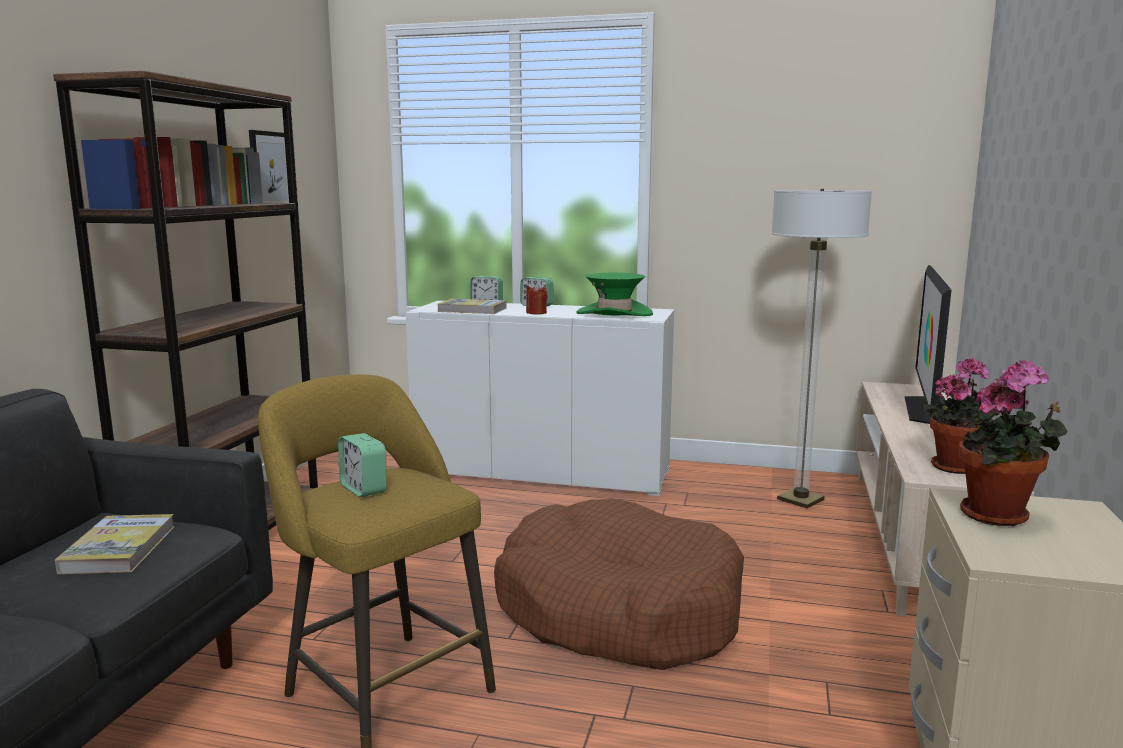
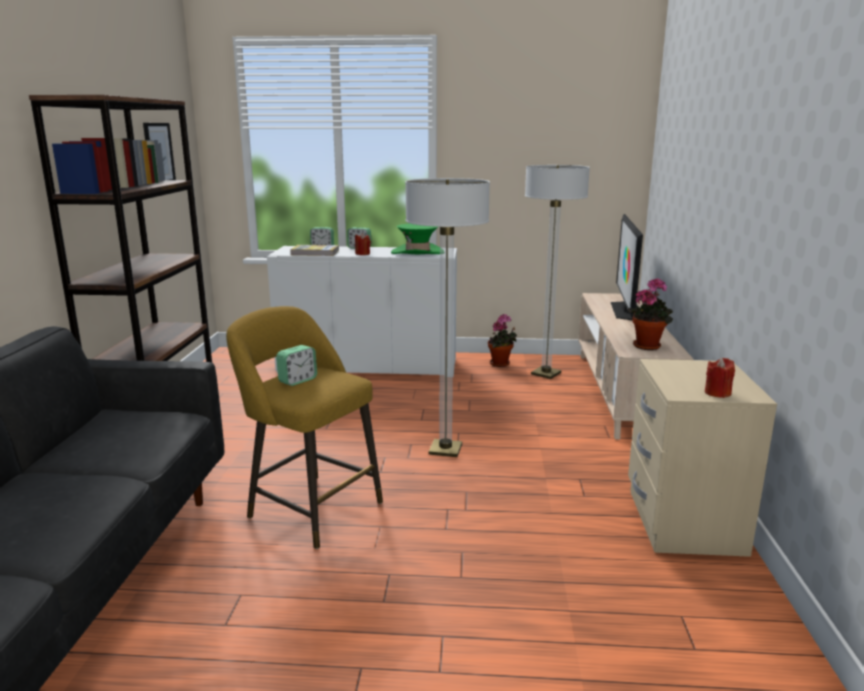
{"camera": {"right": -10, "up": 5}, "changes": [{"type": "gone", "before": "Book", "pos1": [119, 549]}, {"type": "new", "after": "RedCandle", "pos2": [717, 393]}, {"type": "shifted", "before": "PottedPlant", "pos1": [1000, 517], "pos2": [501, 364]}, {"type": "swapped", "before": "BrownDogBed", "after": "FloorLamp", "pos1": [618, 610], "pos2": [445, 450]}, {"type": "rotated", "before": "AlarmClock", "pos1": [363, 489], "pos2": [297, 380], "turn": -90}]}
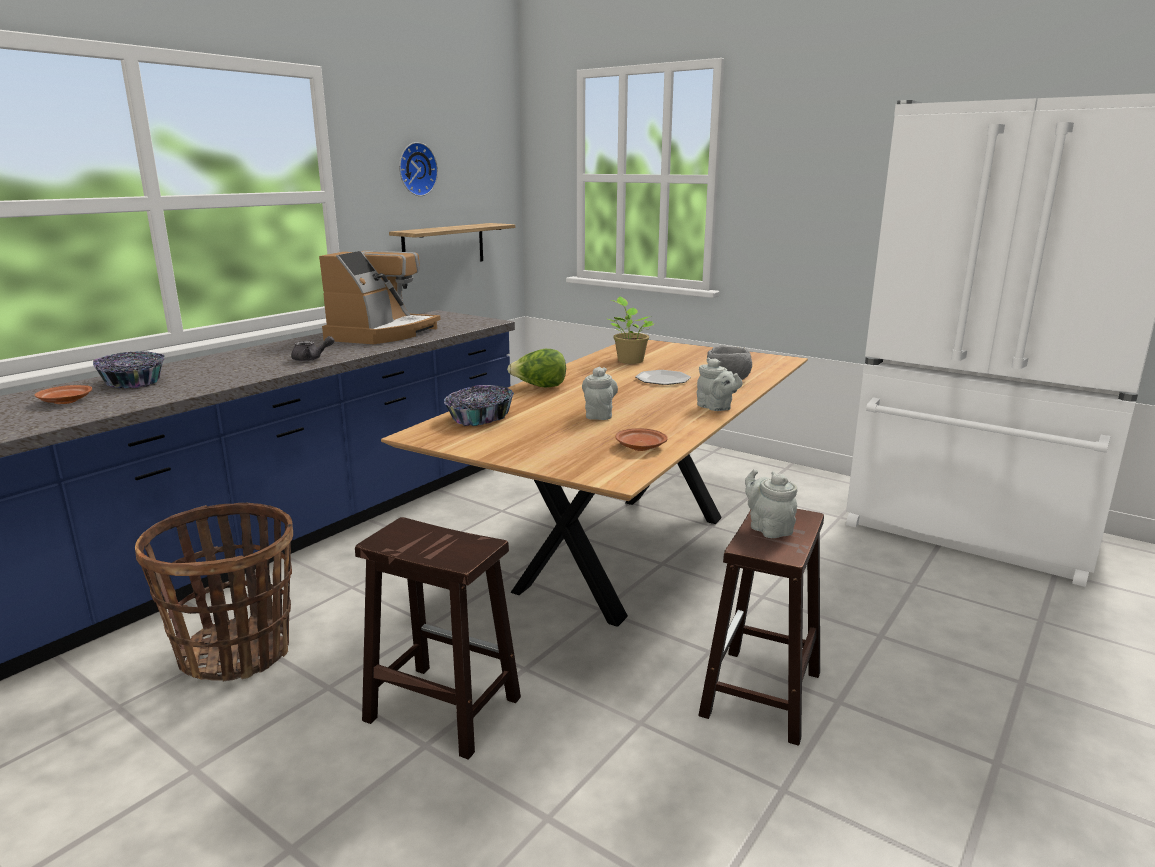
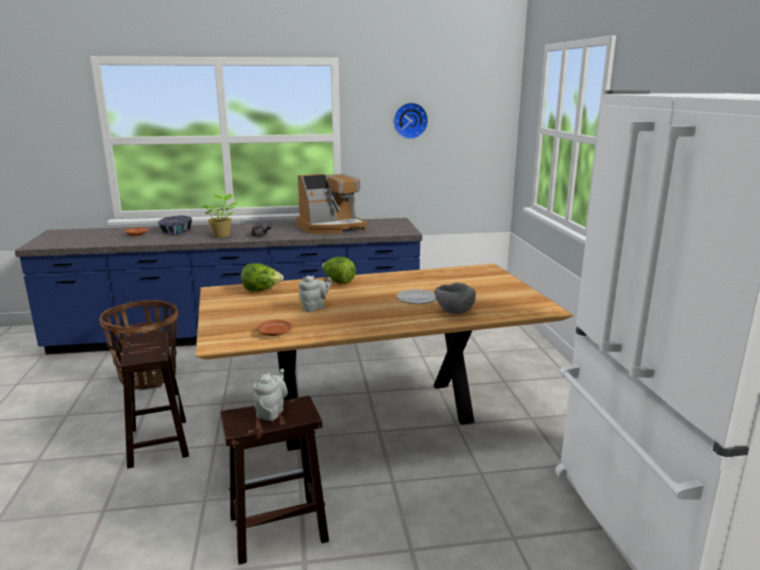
{"camera": {"right": 45, "up": 0}, "changes": [{"type": "gone", "before": "Shelf", "pos1": [444, 246]}, {"type": "gone", "before": "GreyTeapot", "pos1": [716, 408]}, {"type": "shifted", "before": "PottedPlant", "pos1": [629, 360], "pos2": [222, 235]}, {"type": "swapped", "before": "Bowl", "after": "Lettuce", "pos1": [479, 418], "pos2": [261, 290]}]}
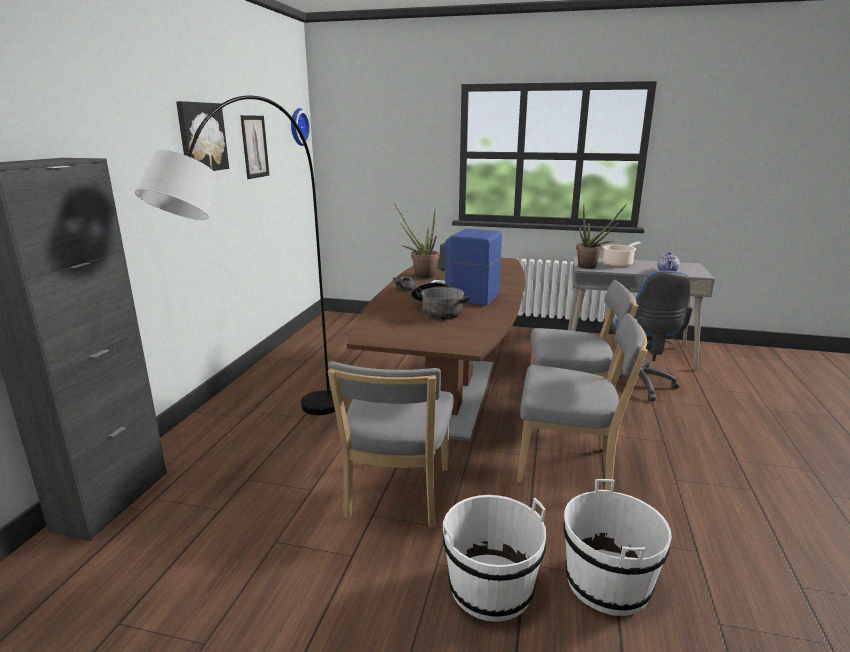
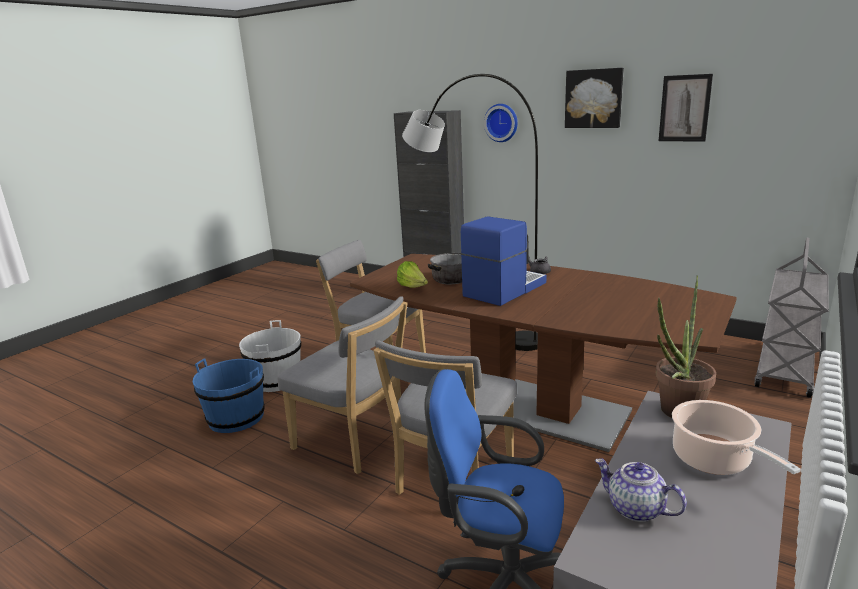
{"camera": {"right": 110, "up": 0}, "changes": [{"type": "gone", "before": "PottedPlant", "pos1": [420, 275]}, {"type": "new", "after": "Lettuce", "pos2": [413, 288]}, {"type": "new", "after": "GreyCart", "pos2": [785, 369]}, {"type": "shifted", "before": "WallClock", "pos1": [297, 127], "pos2": [502, 122]}, {"type": "repainted", "before": "WhiteBucket", "after": "BlueBucket", "pos1": [607, 582], "pos2": [236, 418]}, {"type": "rotated", "before": "GreyChair", "pos1": [569, 465], "pos2": [354, 442], "turn": -90}]}
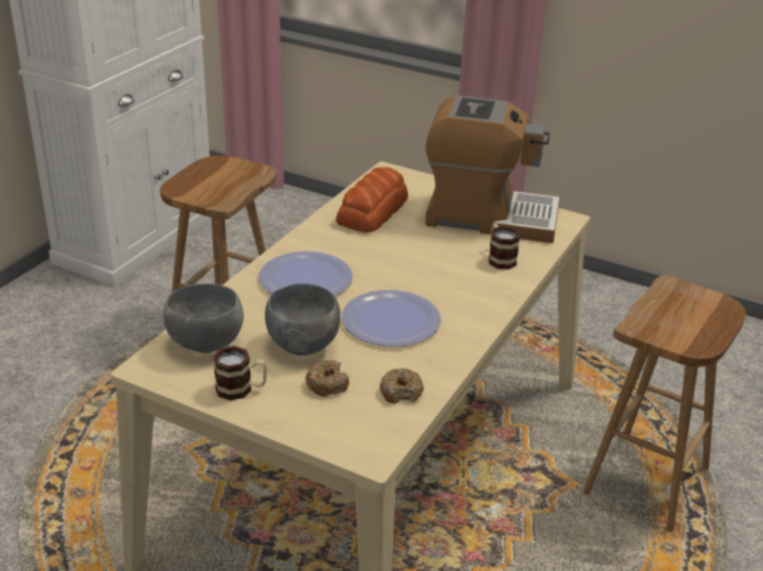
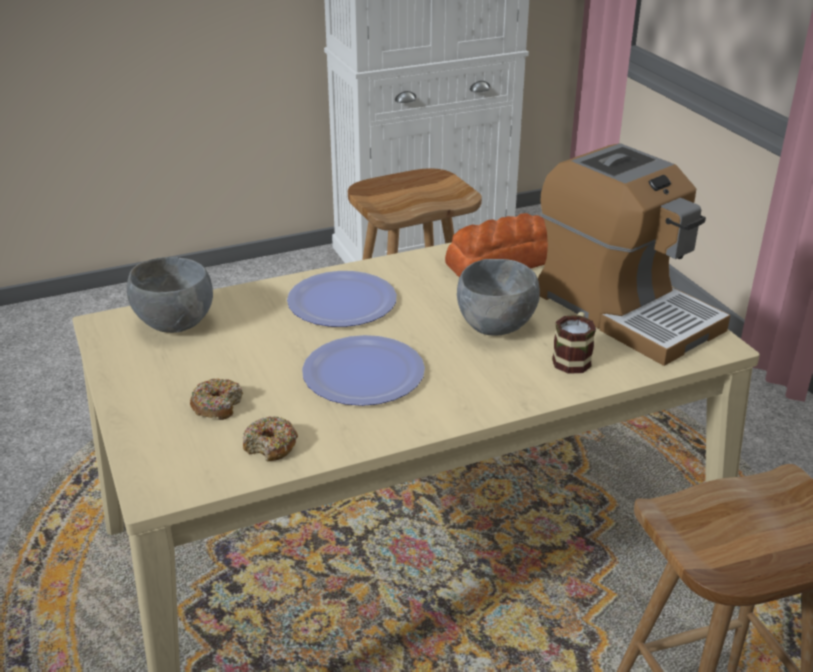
{"camera": {"right": 40, "up": 0}, "changes": [{"type": "gone", "before": "Mug", "pos1": [241, 389]}, {"type": "shifted", "before": "GreyBowl", "pos1": [303, 345], "pos2": [496, 326]}]}
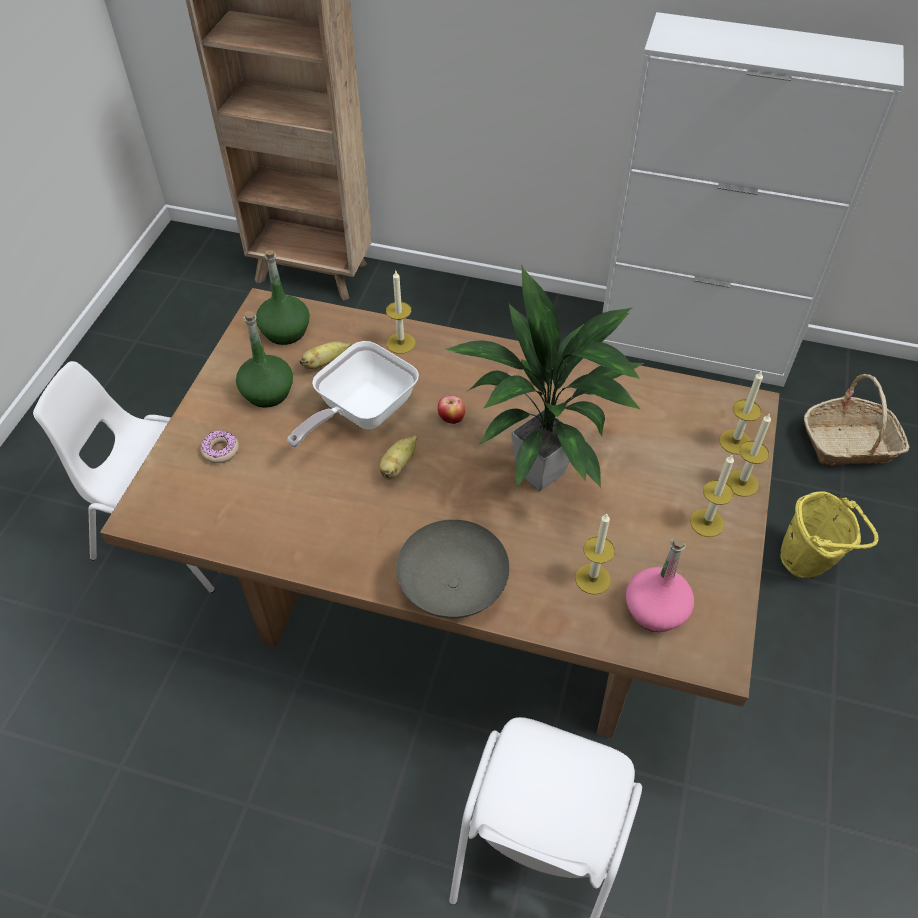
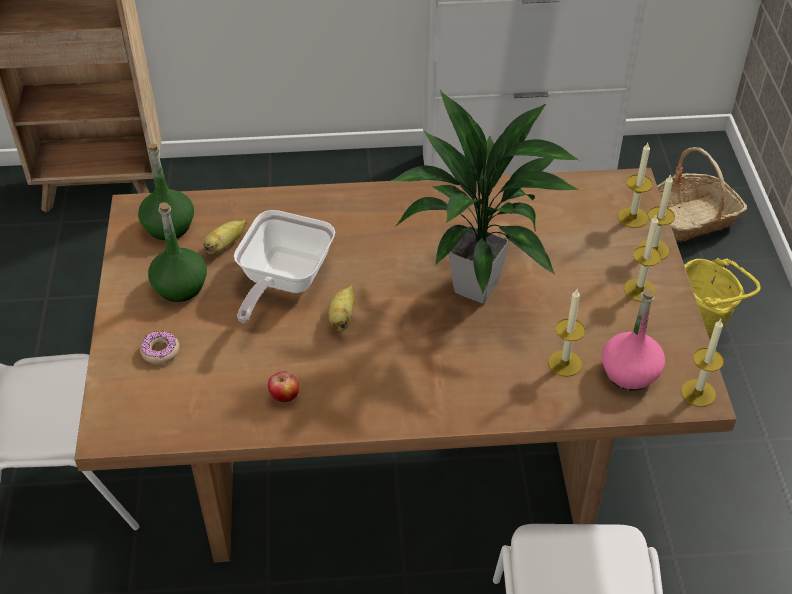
{"camera": {"right": -20, "up": -5}, "changes": [{"type": "gone", "before": "GreyBowl", "pos1": [454, 587]}, {"type": "shifted", "before": "Candle", "pos1": [401, 343], "pos2": [698, 393]}, {"type": "shifted", "before": "Apple", "pos1": [451, 419], "pos2": [284, 397]}]}
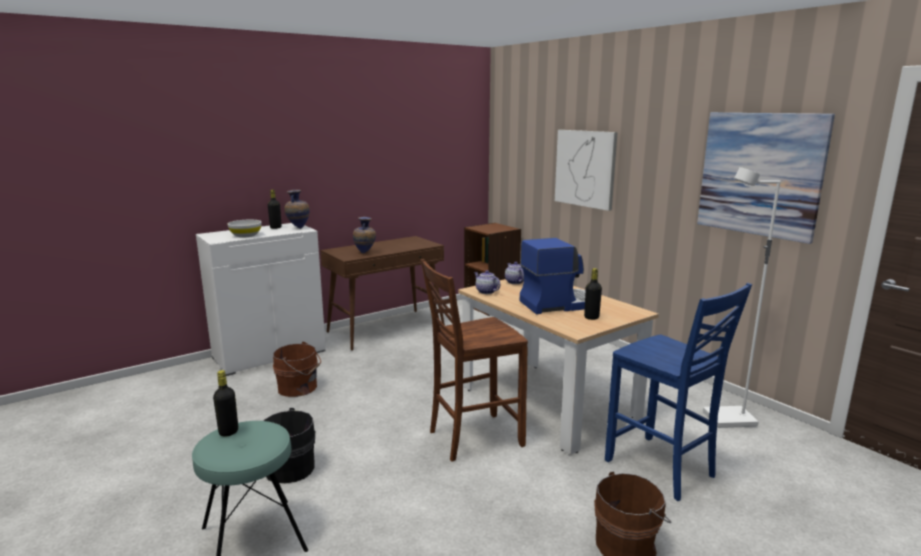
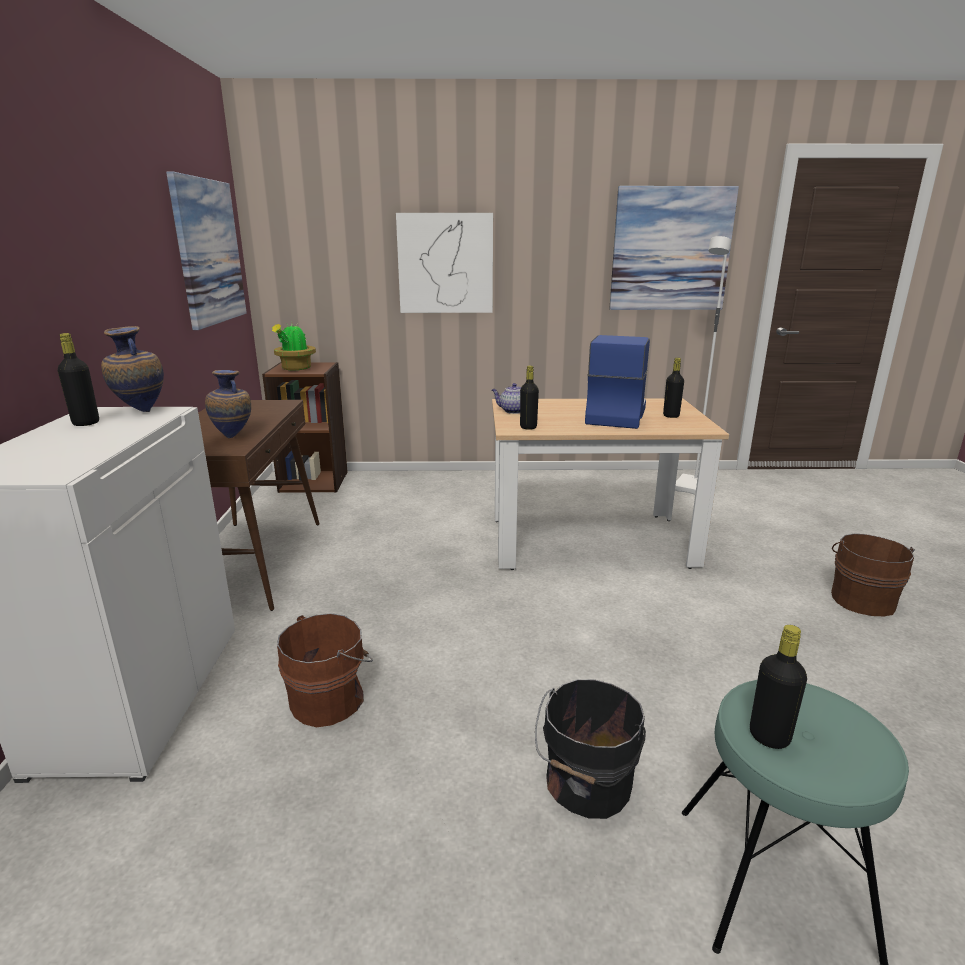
{"camera": {"right": -55, "up": 5}, "changes": [{"type": "gone", "before": "WhiteBowl", "pos1": [246, 235]}, {"type": "gone", "before": "BrownChair", "pos1": [473, 438]}, {"type": "gone", "before": "BlueChair", "pos1": [661, 469]}, {"type": "new", "after": "Picture", "pos2": [208, 252]}, {"type": "new", "after": "PottedPlant", "pos2": [295, 368]}, {"type": "swapped", "before": "Teapot", "after": "BlackBottle", "pos1": [486, 291], "pos2": [528, 427]}]}
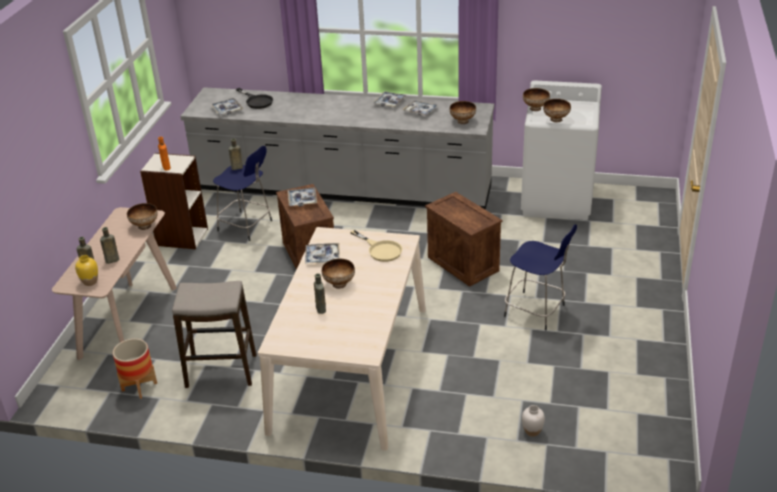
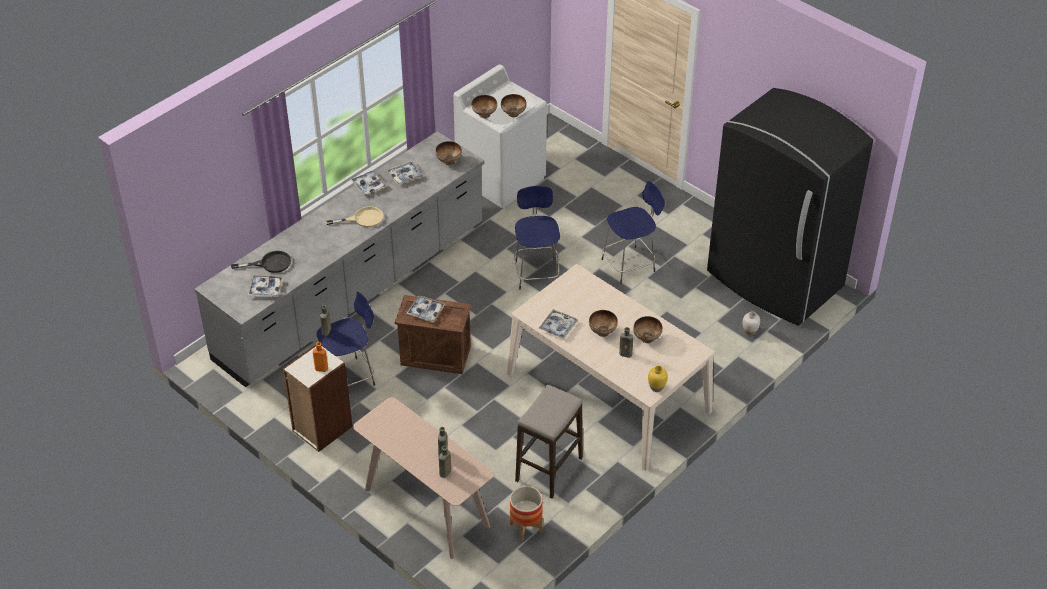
{"camera": {"right": -60, "up": 10}, "changes": [{"type": "new", "after": "BlackFridge", "pos2": [774, 281]}, {"type": "shifted", "before": "YellowVase", "pos1": [90, 282], "pos2": [657, 387]}, {"type": "shifted", "before": "Bowl", "pos1": [145, 226], "pos2": [647, 338]}, {"type": "shifted", "before": "BeigeFryingPan", "pos1": [381, 250], "pos2": [363, 219]}, {"type": "swapped", "before": "Crate", "after": "BlueStool", "pos1": [464, 264], "pos2": [537, 272]}]}
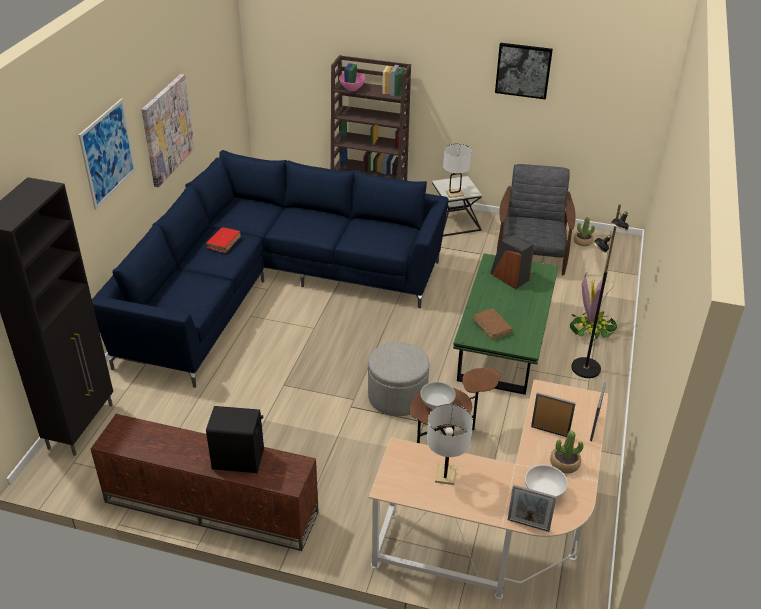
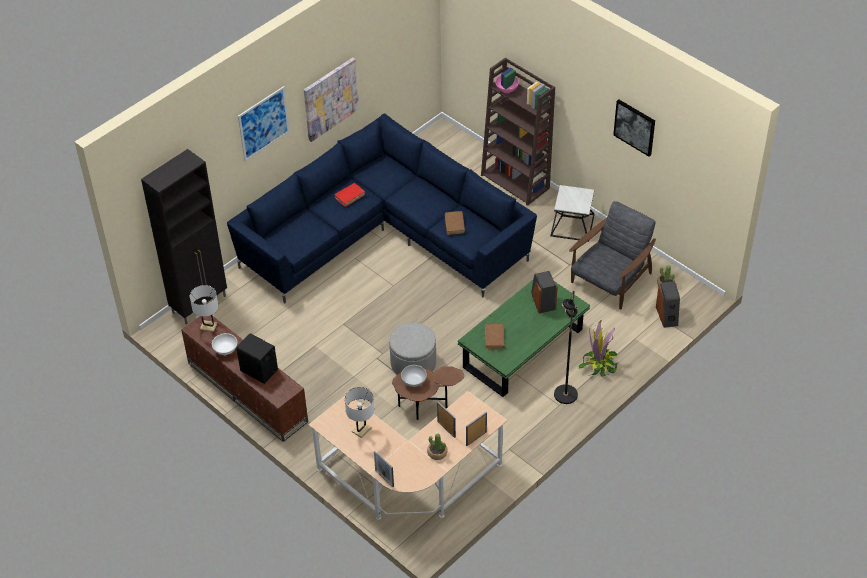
{"camera": {"right": 30, "up": 10}, "changes": [{"type": "new", "after": "BrownBook", "pos2": [454, 225]}, {"type": "new", "after": "Speaker", "pos2": [667, 315]}, {"type": "shifted", "before": "WhiteTableLamp", "pos1": [454, 194], "pos2": [208, 326]}, {"type": "shifted", "before": "WhiteBowl", "pos1": [544, 493], "pos2": [226, 350]}]}
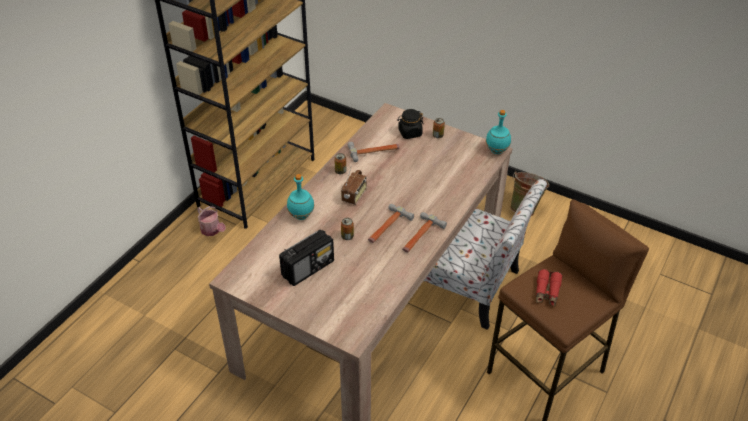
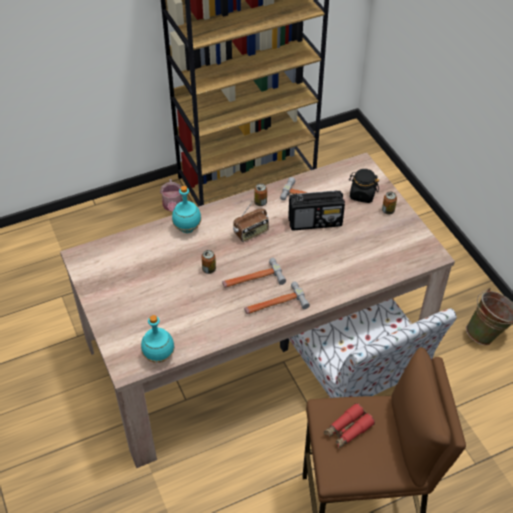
{"camera": {"right": 35, "up": 5}, "changes": [{"type": "shifted", "before": "Radio", "pos1": [308, 268], "pos2": [315, 222]}, {"type": "shifted", "before": "TurquoiseBottle", "pos1": [497, 151], "pos2": [159, 357]}]}
